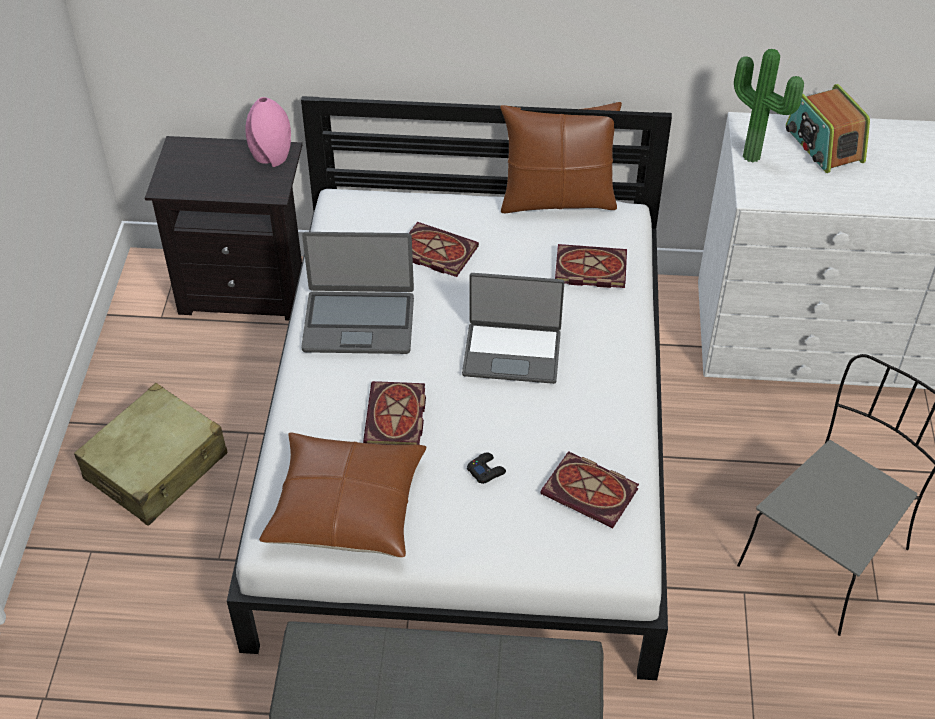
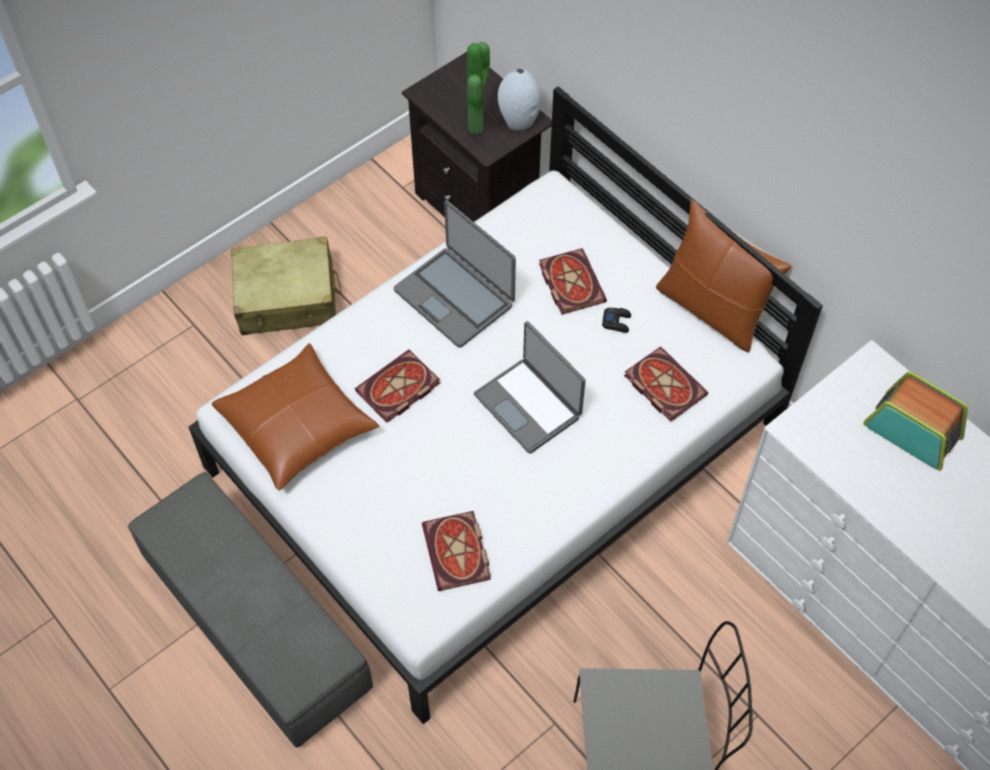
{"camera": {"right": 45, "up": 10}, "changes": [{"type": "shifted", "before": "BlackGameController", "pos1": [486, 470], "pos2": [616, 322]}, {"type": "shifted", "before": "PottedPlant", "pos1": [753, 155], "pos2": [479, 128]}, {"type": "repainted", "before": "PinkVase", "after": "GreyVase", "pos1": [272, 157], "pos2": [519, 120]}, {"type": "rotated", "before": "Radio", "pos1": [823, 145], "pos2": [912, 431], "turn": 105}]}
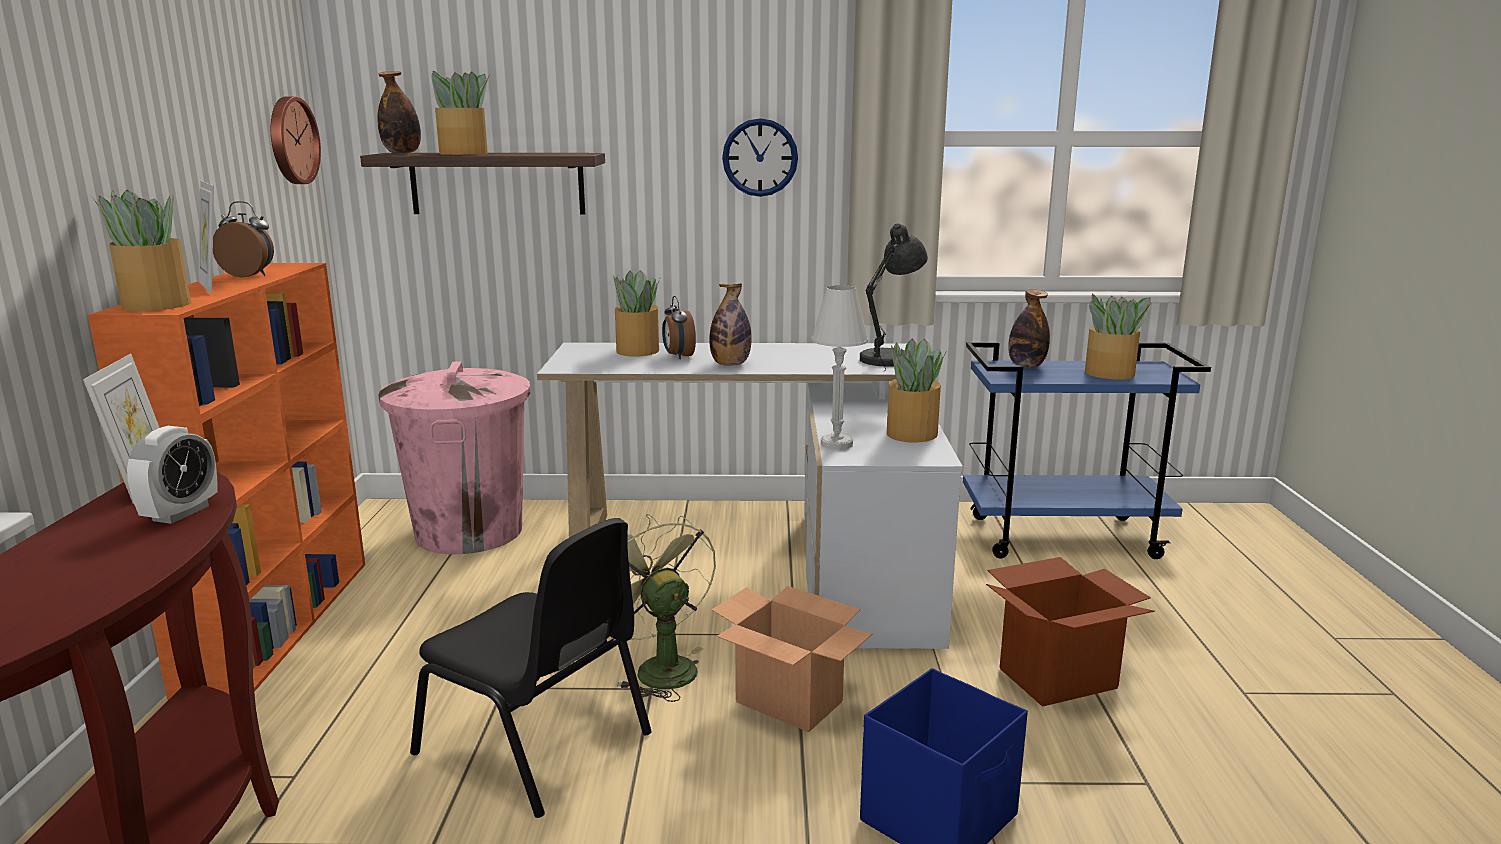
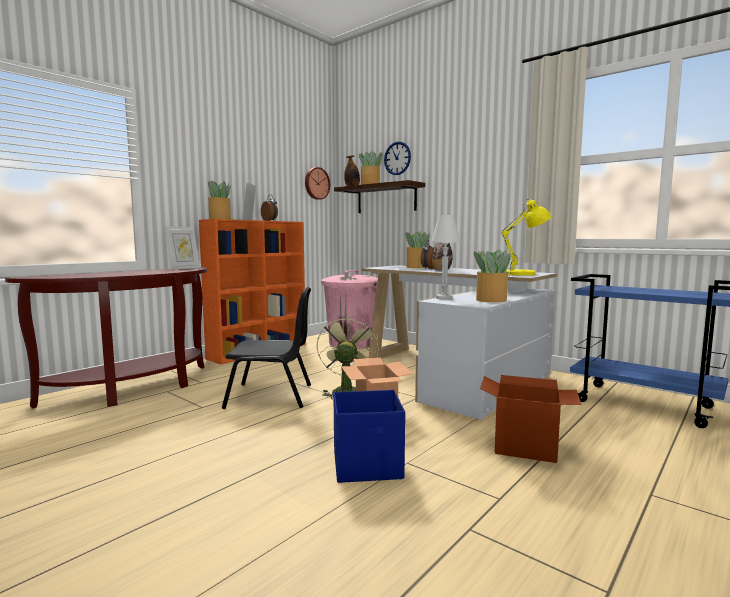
{"camera": {"right": 40, "up": -10}, "changes": [{"type": "gone", "before": "AlarmClock", "pos1": [181, 513]}, {"type": "gone", "before": "Bottle", "pos1": [1026, 366]}, {"type": "gone", "before": "PottedPlant", "pos1": [1110, 373]}, {"type": "shifted", "before": "WallClock", "pos1": [760, 157], "pos2": [397, 158]}, {"type": "repainted", "before": "GreyTableLamp", "after": "YellowTableLamp", "pos1": [889, 359], "pos2": [524, 274]}, {"type": "rotated", "before": "BlackChair", "pos1": [537, 744], "pos2": [271, 396], "turn": -75}]}
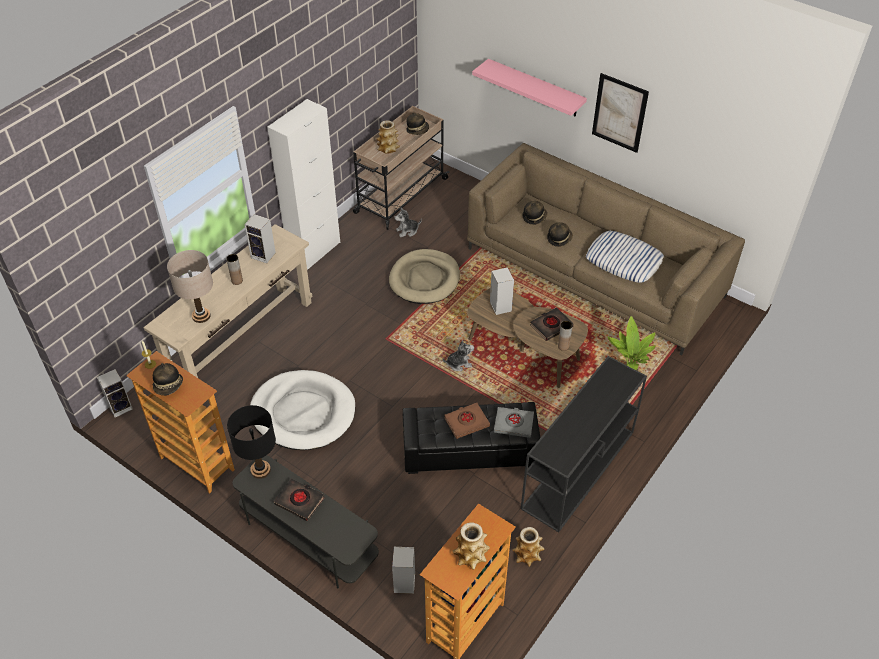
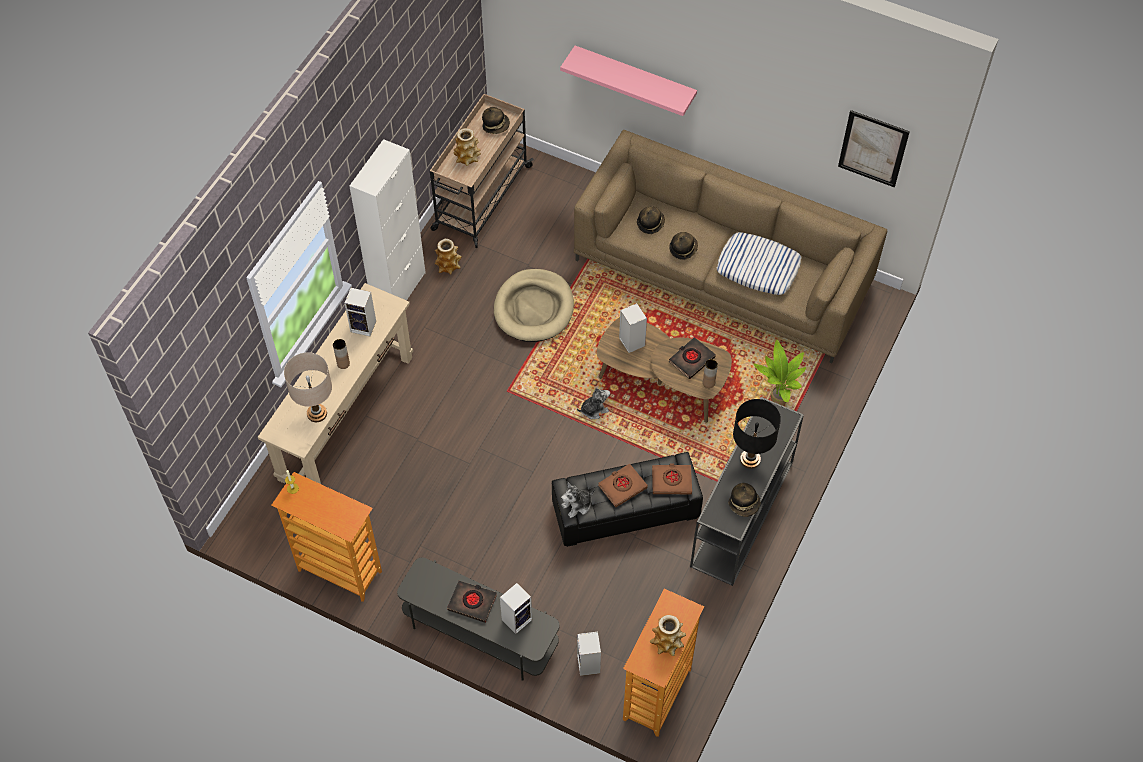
{"camera": {"right": -10, "up": 10}, "changes": [{"type": "gone", "before": "WhiteDogBed", "pos1": [303, 413]}, {"type": "shifted", "before": "Speaker", "pos1": [121, 407], "pos2": [517, 618]}, {"type": "shifted", "before": "Hat", "pos1": [169, 386], "pos2": [744, 504]}, {"type": "shifted", "before": "BlackTableLamp", "pos1": [260, 470], "pos2": [750, 459]}, {"type": "shifted", "before": "PlushToy", "pos1": [407, 231], "pos2": [577, 505]}, {"type": "shifted", "before": "Vase", "pos1": [527, 554], "pos2": [448, 265]}, {"type": "shifted", "before": "Picture", "pos1": [619, 113], "pos2": [873, 148]}, {"type": "repainted", "before": "GreyBook", "after": "BrownBook", "pos1": [514, 424], "pos2": [671, 481]}]}
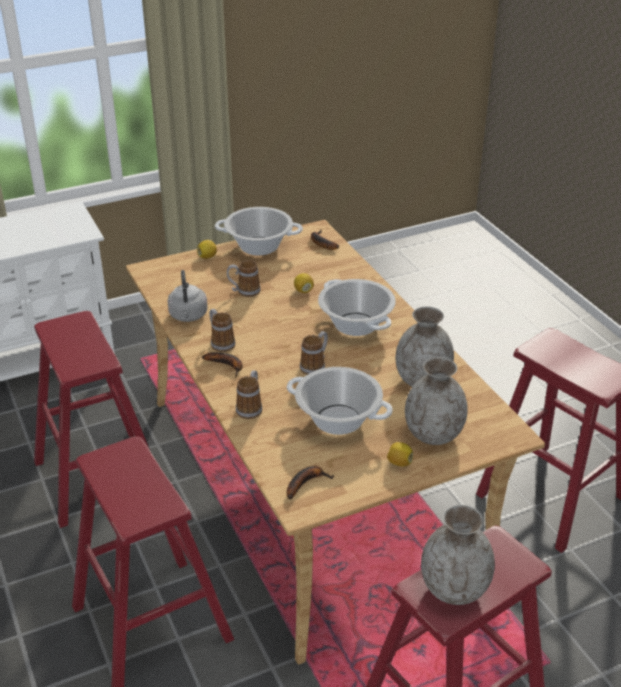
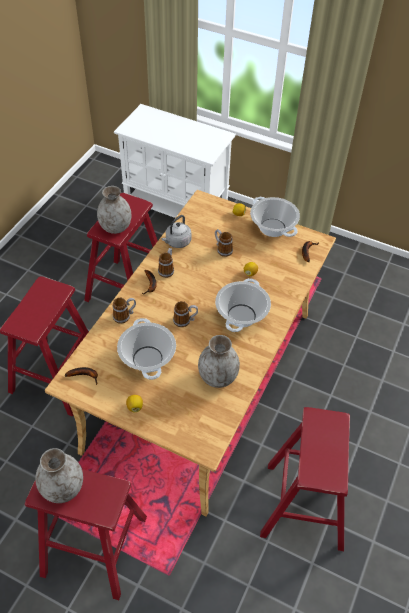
{"camera": {"right": 50, "up": 15}, "changes": [{"type": "shifted", "before": "GreyVase", "pos1": [433, 434], "pos2": [115, 227]}]}
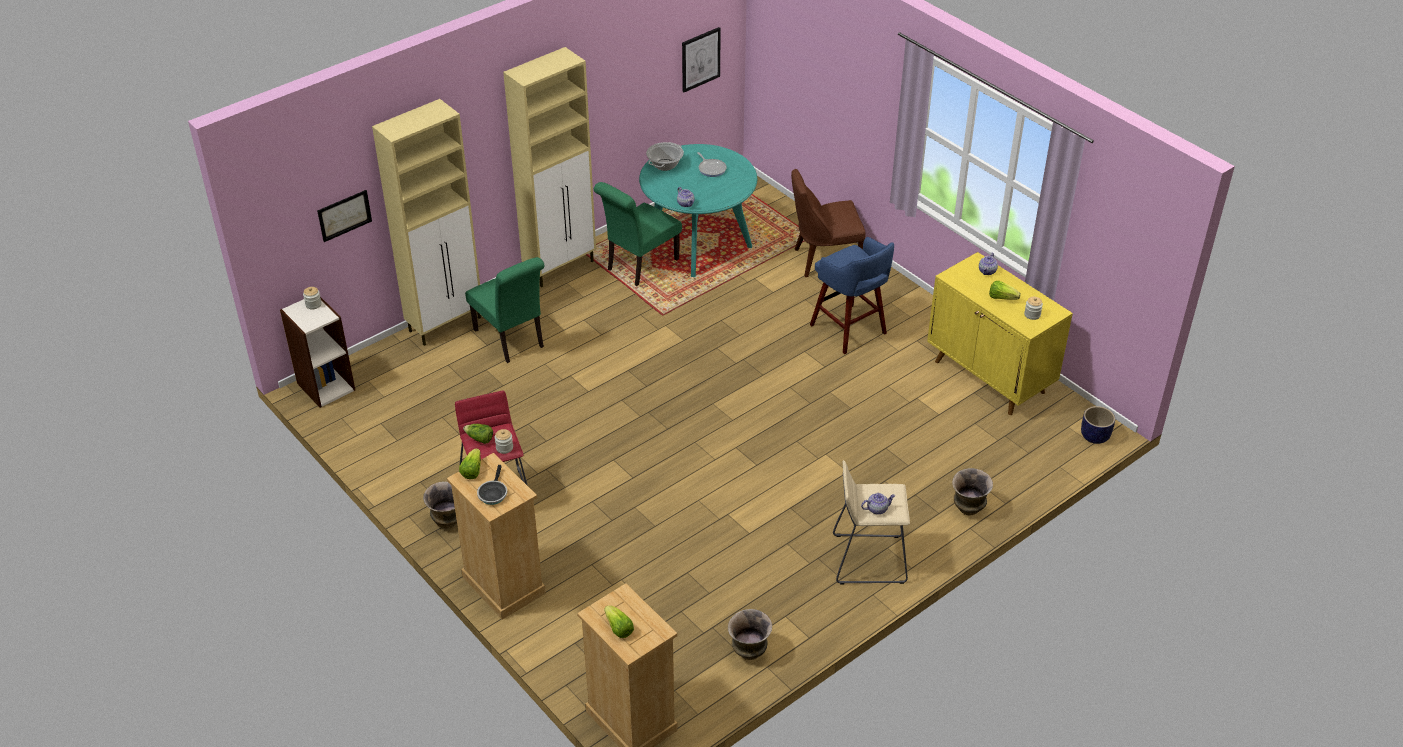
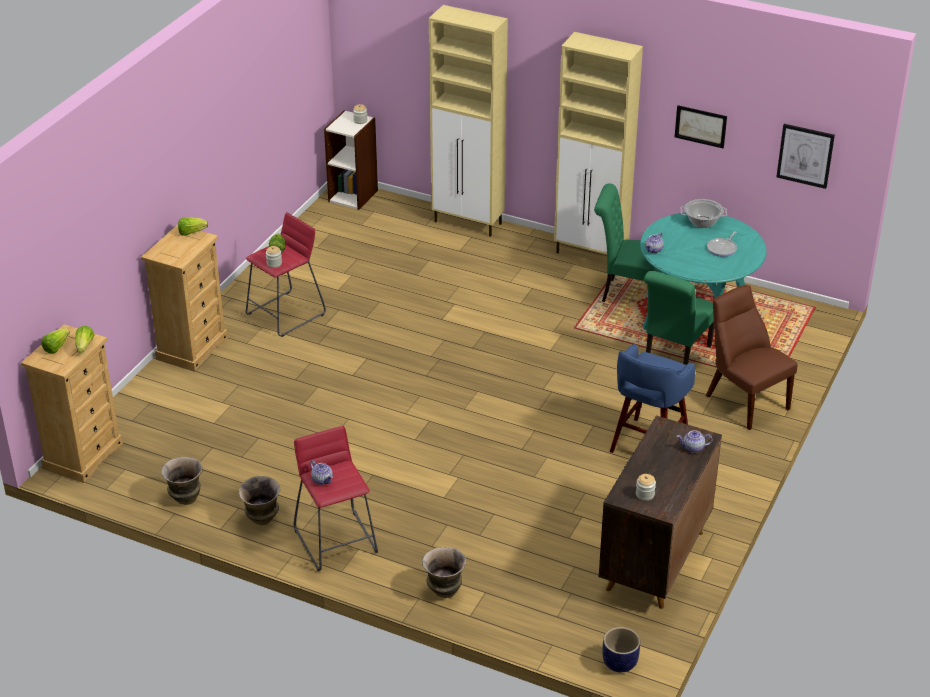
{"camera": {"right": 65, "up": -5}, "changes": [{"type": "gone", "before": "FryingPan", "pos1": [493, 493]}, {"type": "shifted", "before": "Picture", "pos1": [344, 215], "pos2": [700, 126]}, {"type": "shifted", "before": "Vase", "pos1": [448, 522], "pos2": [262, 519]}, {"type": "shifted", "before": "GreenChair", "pos1": [512, 340], "pos2": [674, 359]}, {"type": "shifted", "before": "Lettuce", "pos1": [1002, 298], "pos2": [84, 346]}, {"type": "repainted", "before": "BeigeStool", "after": "RedStool", "pos1": [868, 559], "pos2": [336, 540]}, {"type": "repainted", "before": "YellowCabinet", "after": "BrownCabinet", "pos1": [990, 377], "pos2": [654, 561]}]}
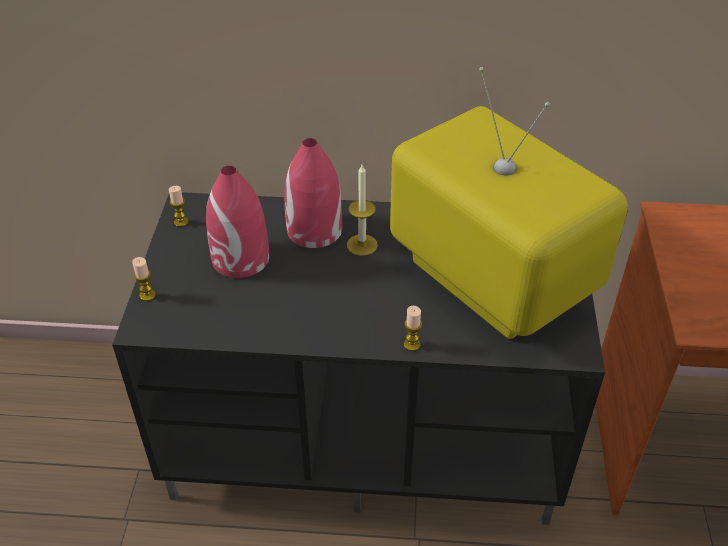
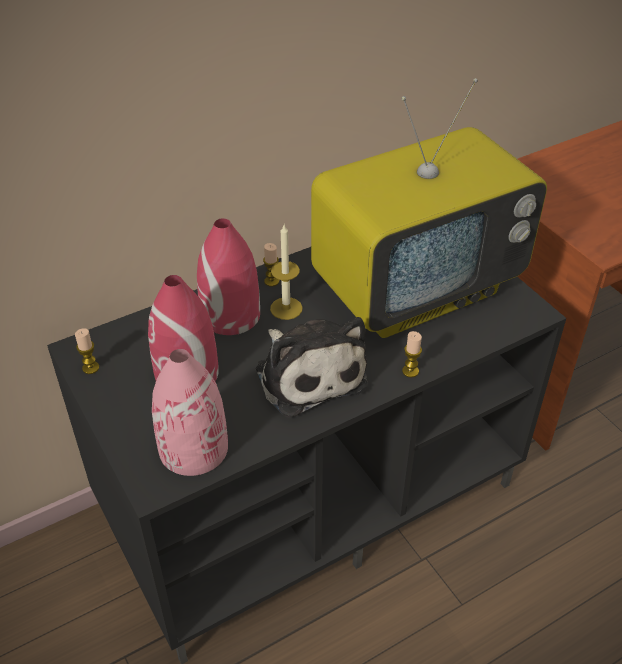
{"camera": {"right": -35, "up": 0}, "changes": [{"type": "new", "after": "PinkVase", "pos2": [193, 447]}, {"type": "new", "after": "PlushToy", "pos2": [308, 373]}, {"type": "shifted", "before": "Candle", "pos1": [147, 295], "pos2": [271, 281]}, {"type": "rotated", "before": "Television", "pos1": [487, 280], "pos2": [416, 289], "turn": 135}]}
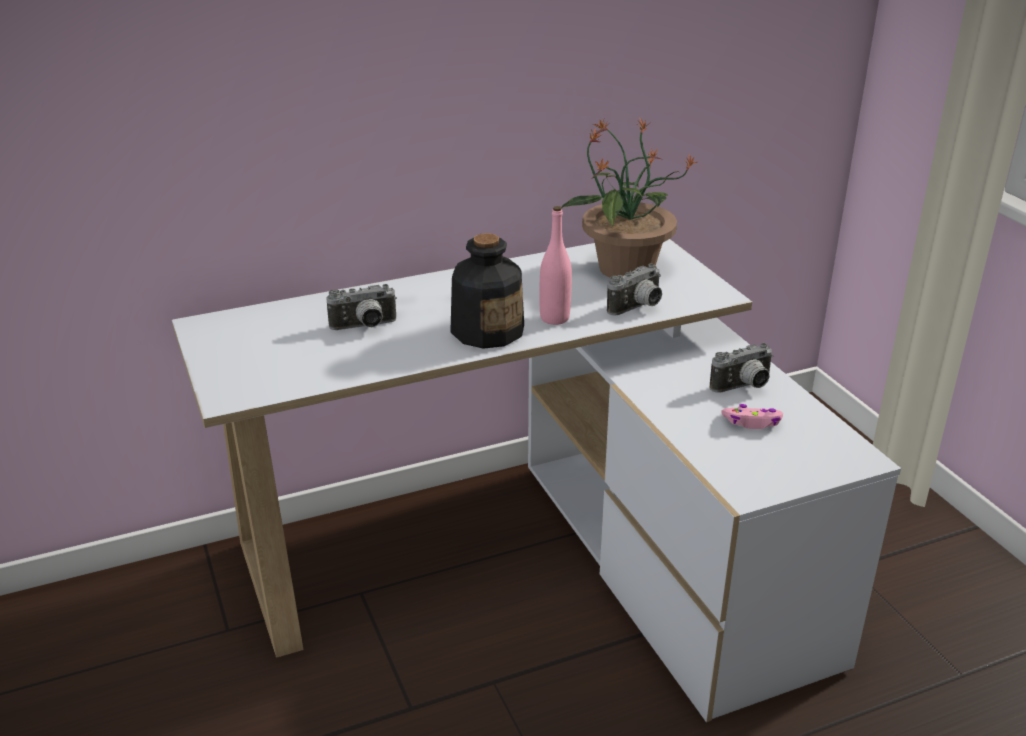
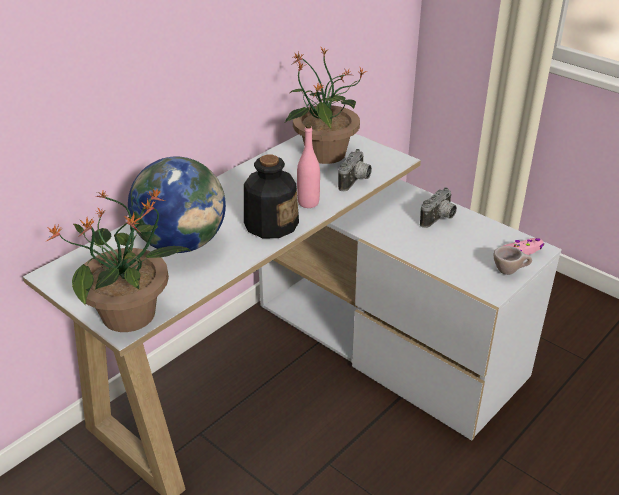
{"camera": {"right": -25, "up": 5}, "changes": [{"type": "new", "after": "PottedPlant", "pos2": [131, 314]}, {"type": "new", "after": "BeigeCup", "pos2": [509, 271]}, {"type": "shifted", "before": "PinkGameController", "pos1": [752, 422], "pos2": [523, 250]}, {"type": "swapped", "before": "PhotoCamera", "after": "Globe", "pos1": [365, 327], "pos2": [181, 243]}]}
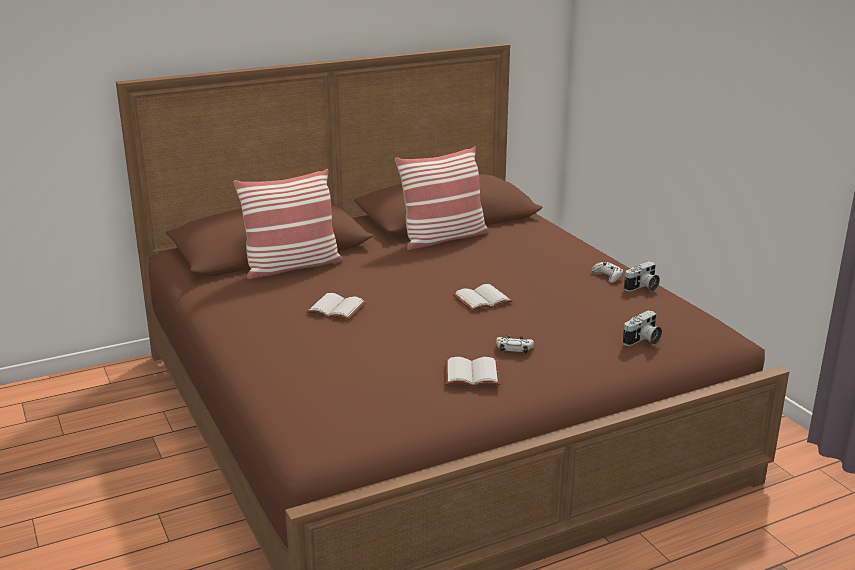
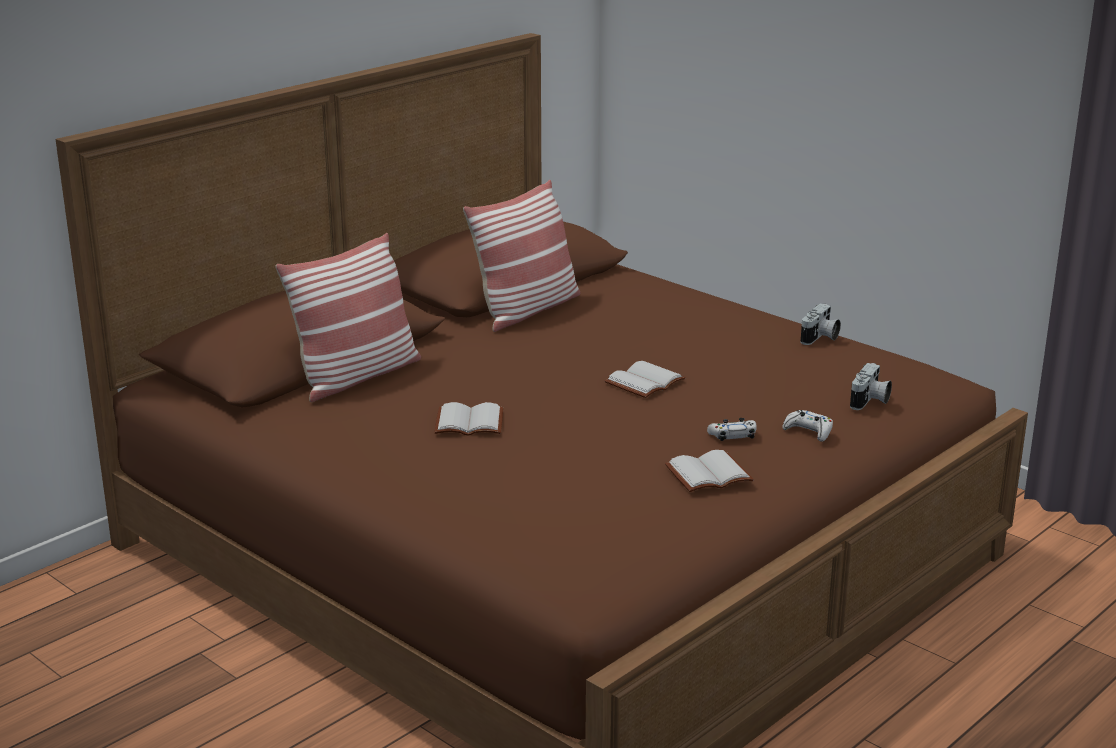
{"camera": {"right": -20, "up": 0}, "changes": [{"type": "shifted", "before": "WhiteGameController", "pos1": [607, 276], "pos2": [808, 431]}]}
